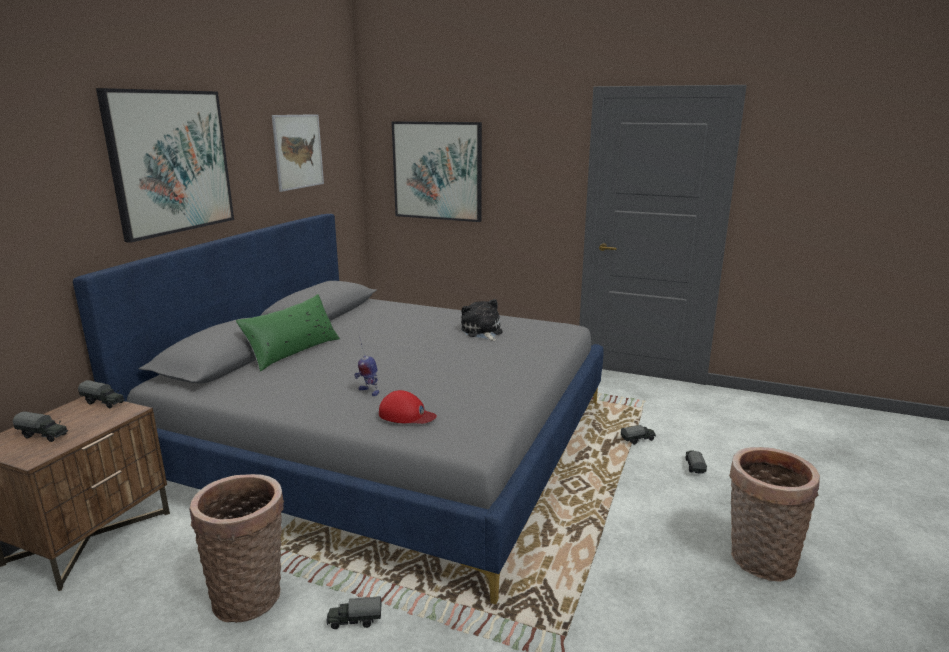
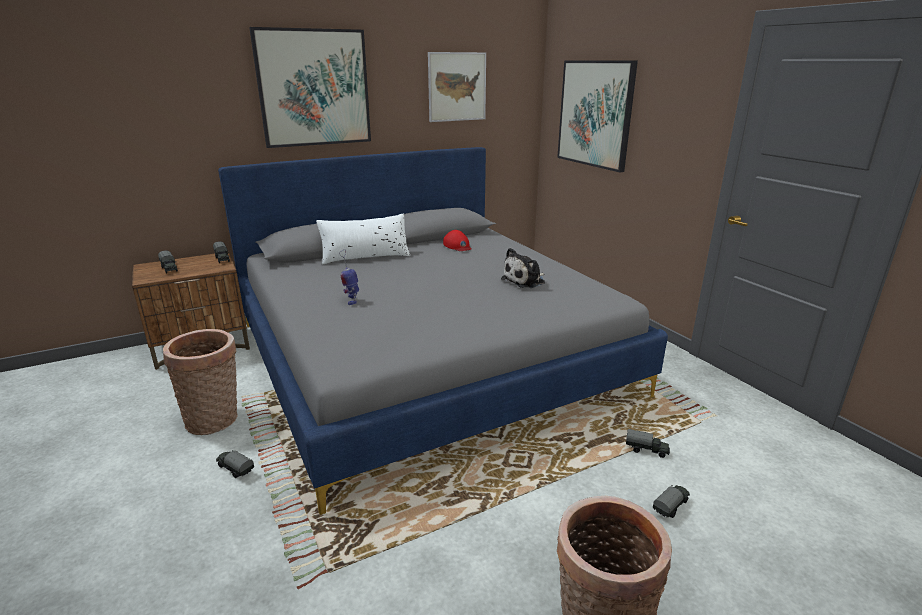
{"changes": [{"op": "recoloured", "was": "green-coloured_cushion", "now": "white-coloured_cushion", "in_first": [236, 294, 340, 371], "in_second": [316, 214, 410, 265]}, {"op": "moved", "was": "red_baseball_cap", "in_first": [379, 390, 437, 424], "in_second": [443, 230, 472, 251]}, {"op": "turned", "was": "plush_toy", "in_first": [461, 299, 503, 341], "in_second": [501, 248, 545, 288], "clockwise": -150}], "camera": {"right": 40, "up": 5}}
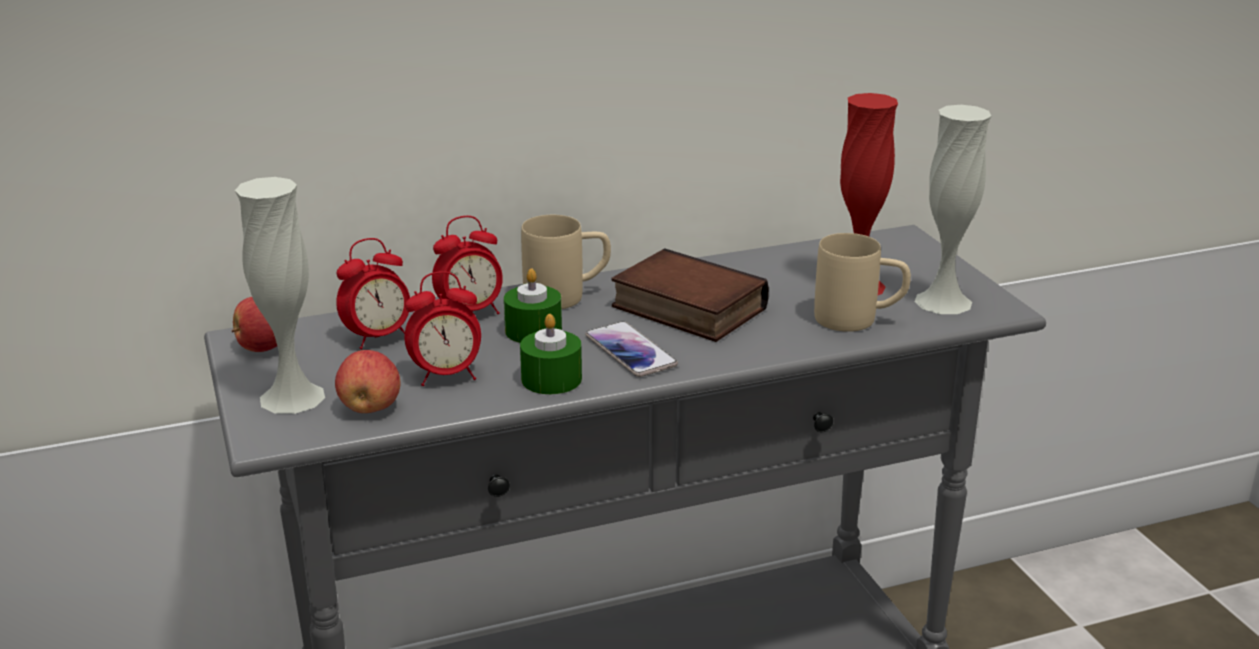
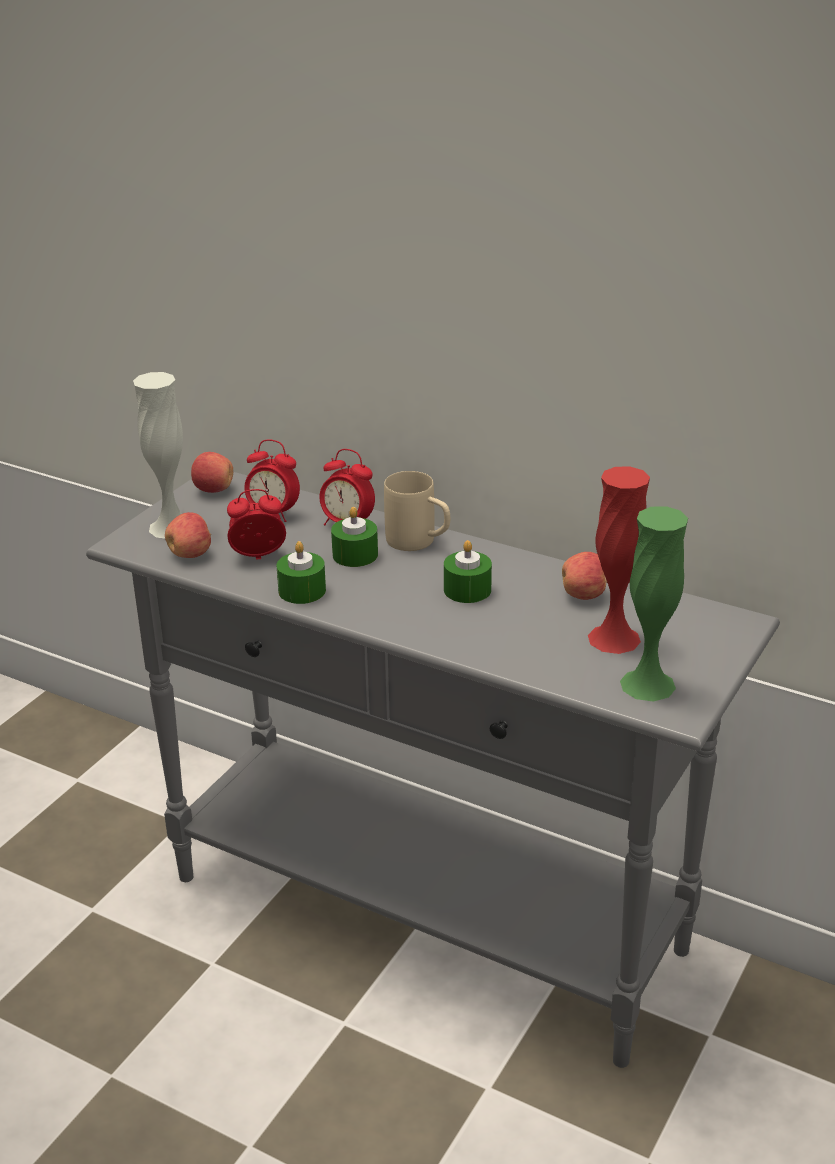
{"changes": [{"op": "turned", "was": "table_clock", "in_first": [404, 271, 481, 386], "in_second": [227, 489, 286, 560], "clockwise": 135}, {"op": "removed", "was": "telephone", "in_first": [585, 321, 678, 377]}, {"op": "replaced", "was": "bound_book", "now": "green-coloured_wax_candle", "in_first": [611, 248, 769, 342], "in_second": [444, 540, 492, 603]}, {"op": "removed", "was": "beige-coloured_coffee_mug", "in_first": [814, 233, 911, 332]}, {"op": "recoloured", "was": "white-coloured_decorative_vase", "now": "green-coloured_decorative_vase", "in_first": [914, 105, 991, 314], "in_second": [620, 506, 688, 702]}, {"op": "added", "now": "apple_fruit", "in_second": [562, 552, 607, 600]}], "camera": {"right": 50, "up": 5}}
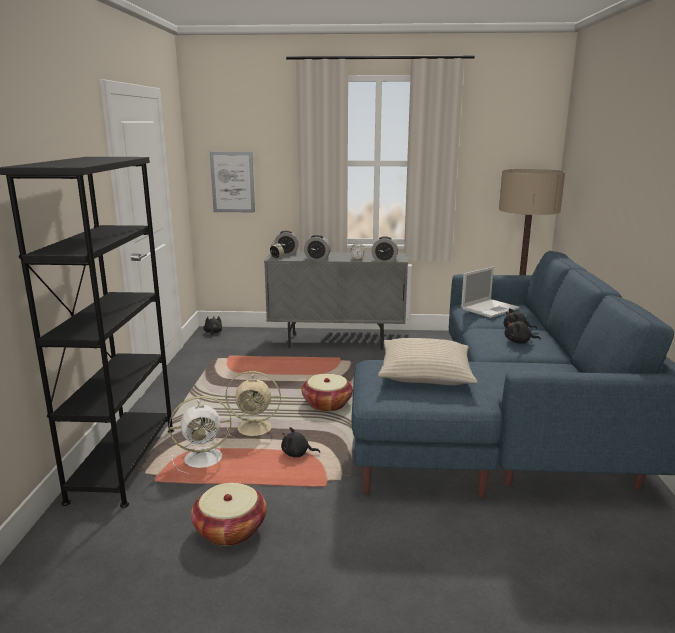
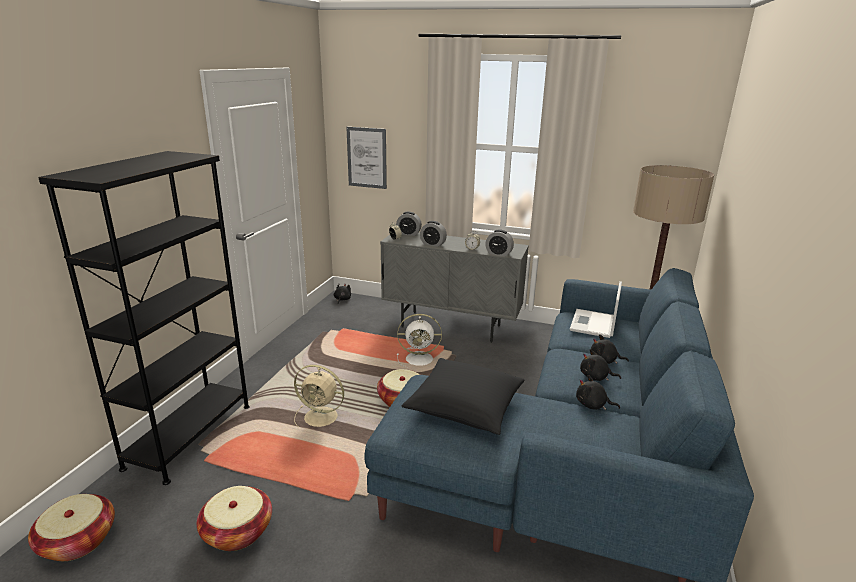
{"changes": [{"op": "moved", "was": "white-coloured_fan", "in_first": [169, 396, 232, 473], "in_second": [397, 314, 442, 368]}, {"op": "moved", "was": "black_plush_toy", "in_first": [281, 427, 320, 457], "in_second": [576, 375, 620, 410]}, {"op": "recoloured", "was": "beige-coloured_cushion", "now": "black_cushion", "in_first": [378, 338, 477, 385], "in_second": [402, 358, 525, 435]}, {"op": "turned", "was": "notebook_computer", "in_first": [461, 267, 520, 318], "in_second": [570, 281, 622, 338], "clockwise": 135}, {"op": "added", "now": "storage_basket", "in_second": [28, 494, 115, 561]}], "camera": {"right": 15, "up": 5}}
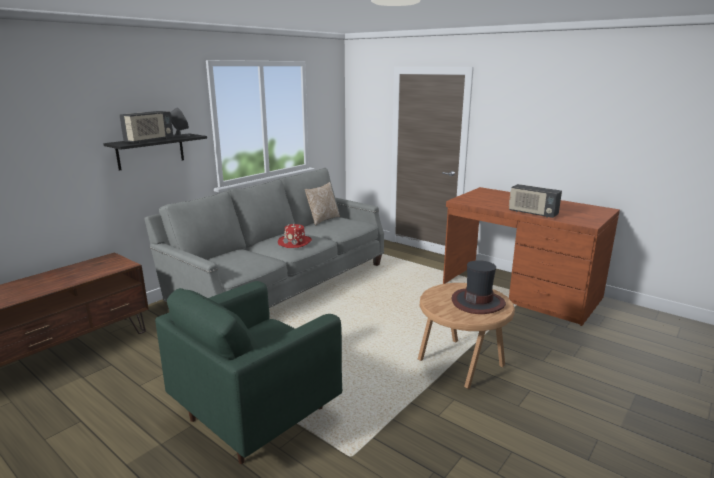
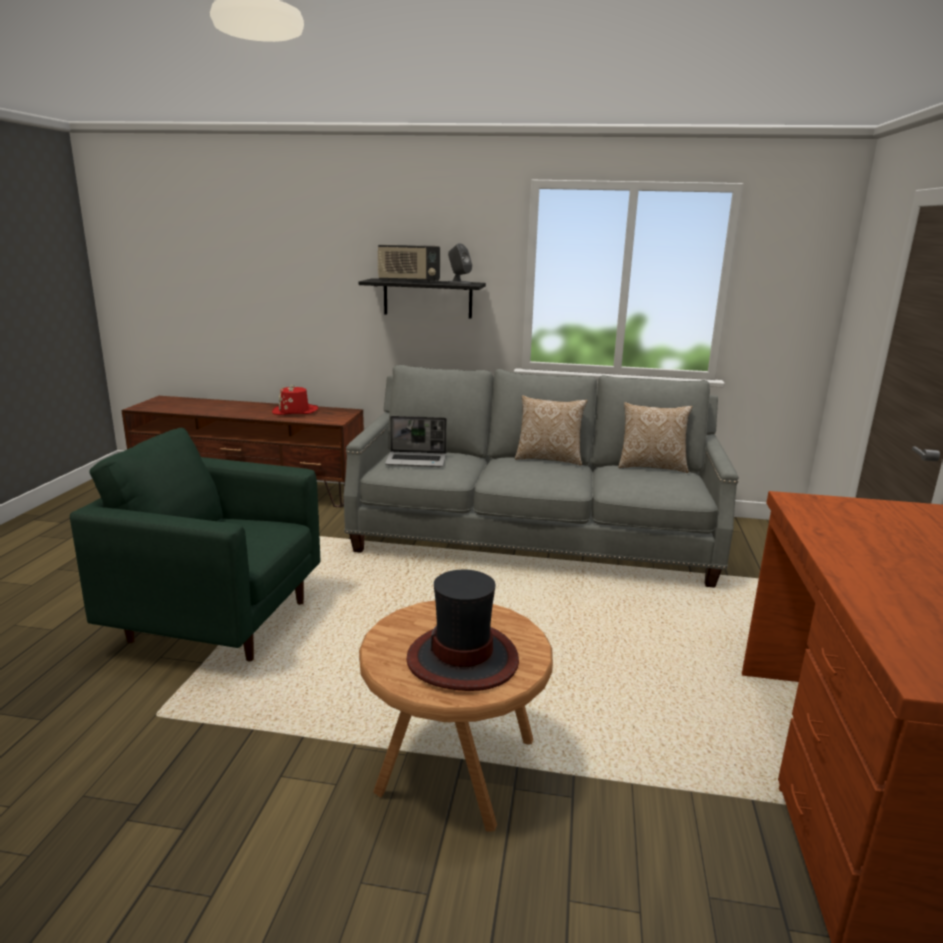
{"changes": [{"op": "moved", "was": "red_hat", "in_first": [278, 223, 312, 248], "in_second": [272, 385, 318, 415]}, {"op": "removed", "was": "radio_set", "in_first": [509, 184, 562, 218]}, {"op": "added", "now": "notebook_computer", "in_second": [385, 416, 447, 467]}, {"op": "added", "now": "cushion", "in_second": [515, 395, 588, 466]}], "camera": {"right": 60, "up": 0}}
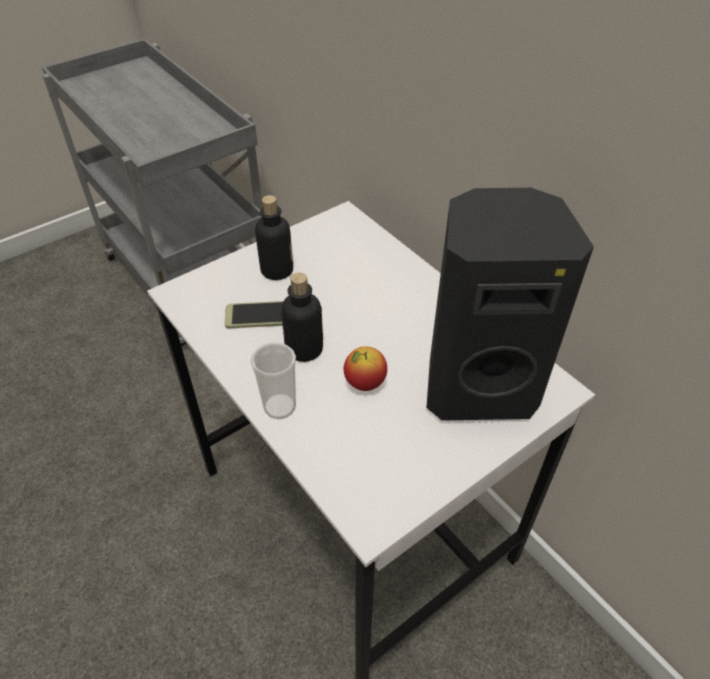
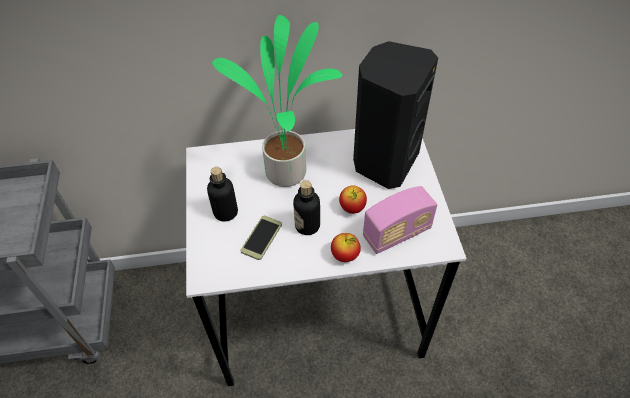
{"changes": [{"op": "replaced", "was": "cup", "now": "apple_fruit", "in_first": [251, 342, 296, 419], "in_second": [331, 233, 361, 262]}, {"op": "added", "now": "potted_plant", "in_second": [212, 15, 343, 187]}, {"op": "added", "now": "radio_set", "in_second": [363, 186, 437, 254]}], "camera": {"right": -60, "up": 5}}
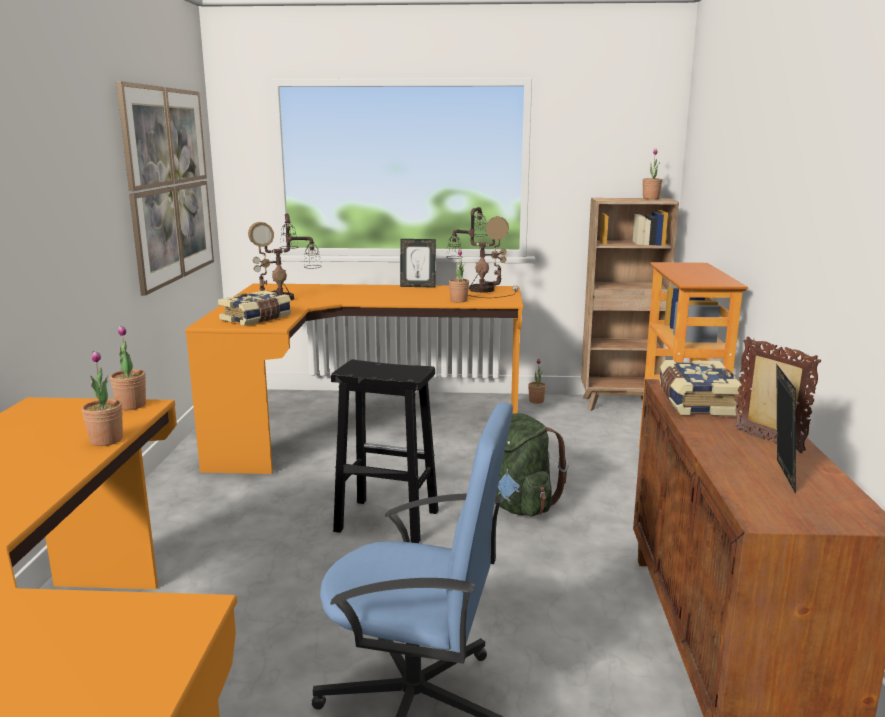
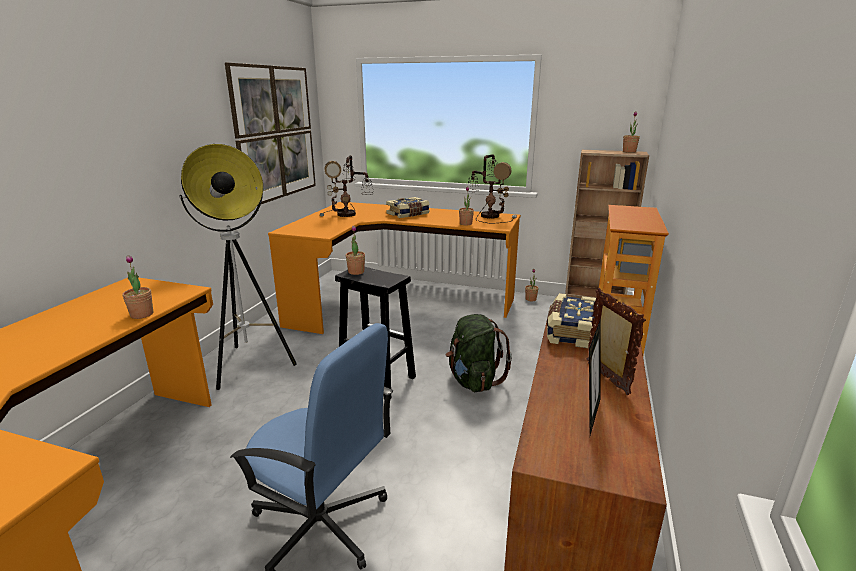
{"changes": [{"op": "moved", "was": "potted_plant", "in_first": [110, 325, 146, 410], "in_second": [346, 225, 365, 275]}, {"op": "moved", "was": "bound_book", "in_first": [218, 290, 292, 326], "in_second": [386, 197, 430, 218]}, {"op": "removed", "was": "picture_frame", "in_first": [400, 239, 436, 288]}, {"op": "added", "now": "standing_lamp", "in_second": [180, 144, 297, 390]}], "camera": {"right": 15, "up": 5}}
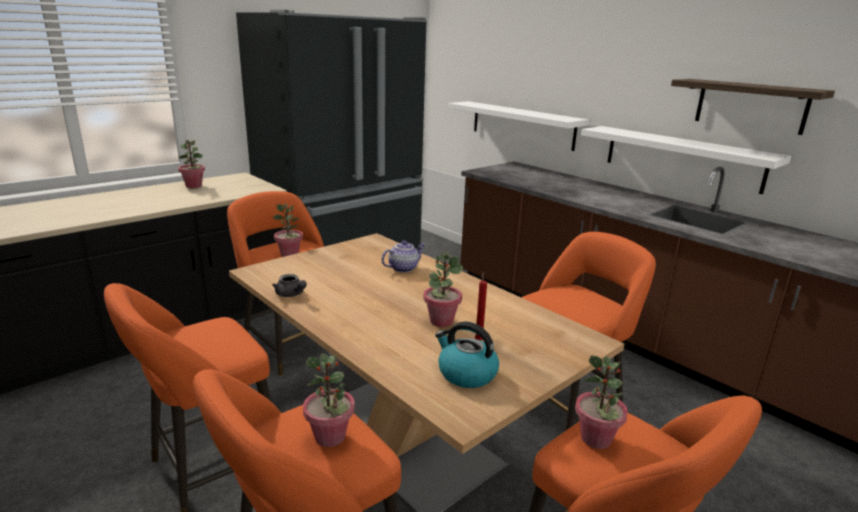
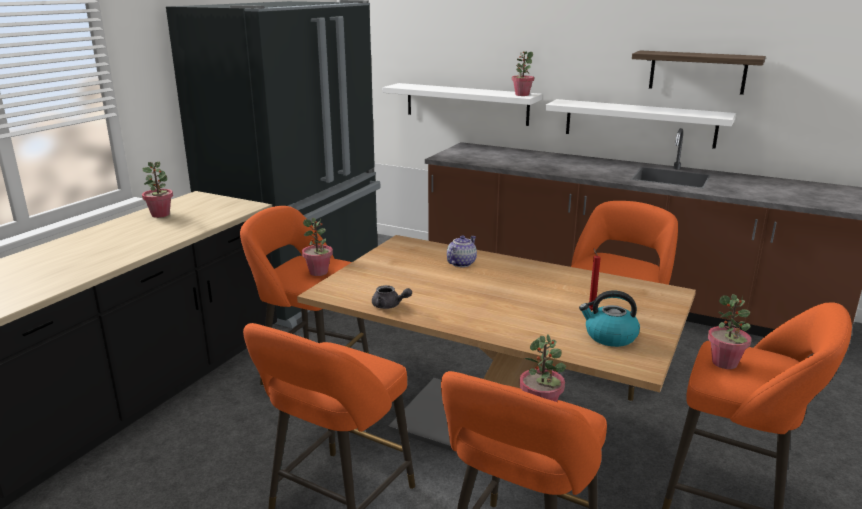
{"changes": [{"op": "moved", "was": "potted_plant", "in_first": [423, 252, 463, 327], "in_second": [512, 51, 534, 96]}], "camera": {"right": -20, "up": 0}}
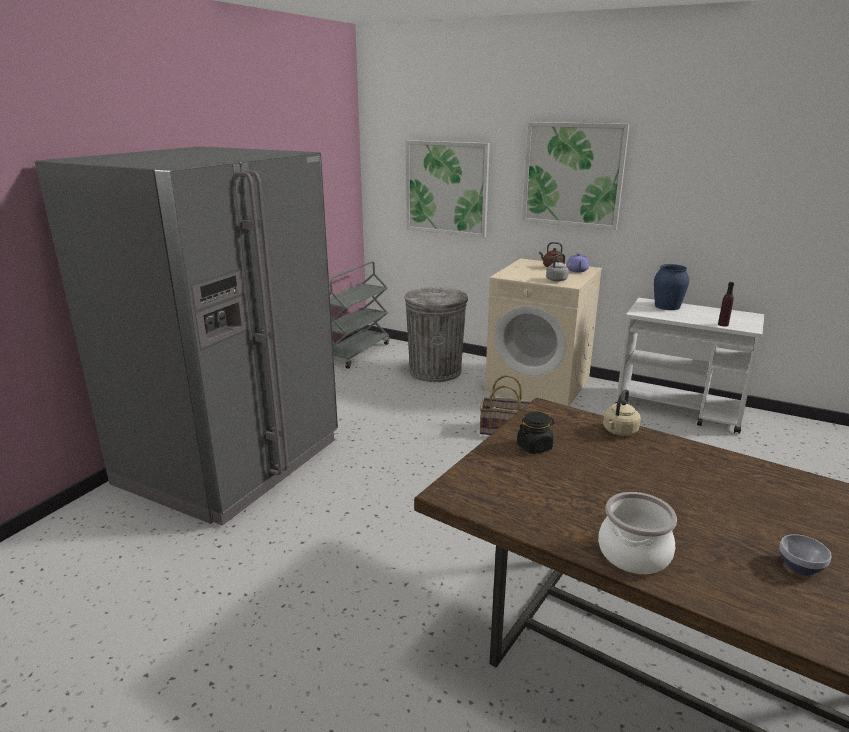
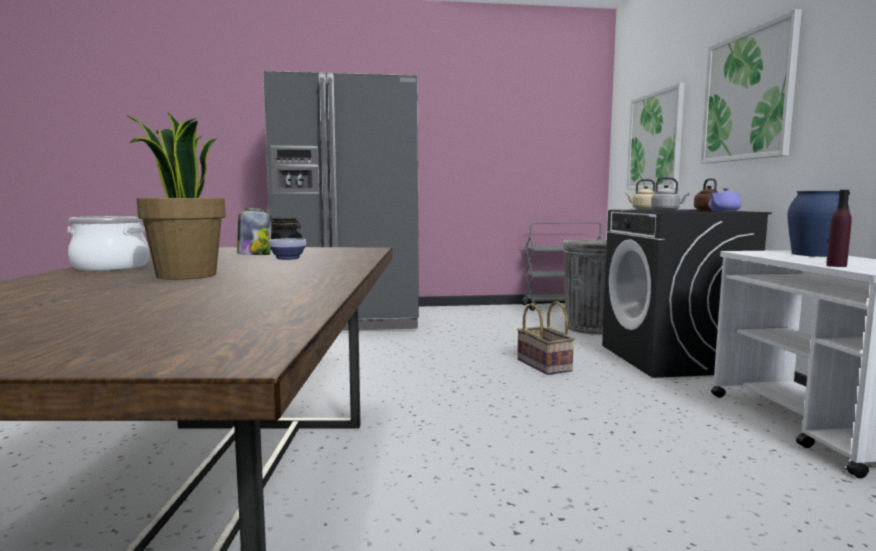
{"changes": [{"op": "recoloured", "was": "beige-coloured_laundry_appliance", "now": "black_laundry_appliance", "in_first": [485, 258, 602, 406], "in_second": [602, 210, 772, 378]}, {"op": "moved", "was": "beige-coloured_water_kettle", "in_first": [603, 389, 641, 436], "in_second": [626, 179, 655, 210]}, {"op": "moved", "was": "bowl", "in_first": [779, 534, 831, 576], "in_second": [268, 238, 306, 260]}, {"op": "added", "now": "potted_plant", "in_second": [126, 111, 226, 280]}, {"op": "added", "now": "storage_jar", "in_second": [237, 208, 271, 255]}], "camera": {"right": 55, "up": -15}}
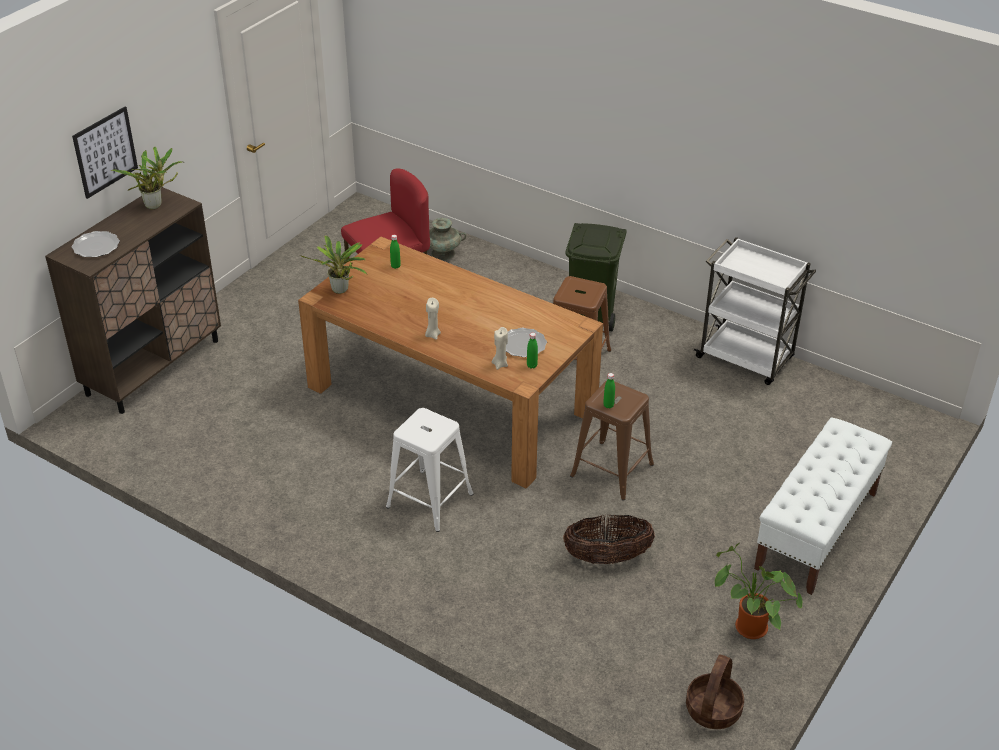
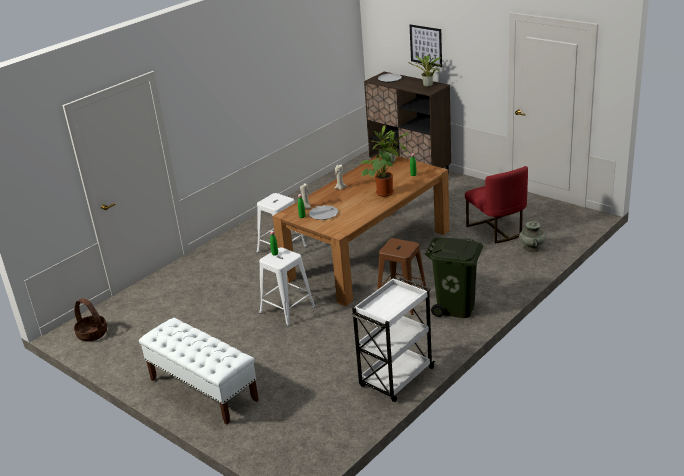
{"changes": [{"op": "removed", "was": "storage_basket", "in_first": [563, 515, 655, 564]}, {"op": "recoloured", "was": "brown_stool", "now": "white-coloured_stool", "in_first": [570, 381, 654, 501], "in_second": [259, 247, 316, 326]}, {"op": "moved", "was": "potted_plant", "in_first": [715, 543, 802, 639], "in_second": [361, 141, 407, 197]}], "camera": {"right": 100, "up": -10}}
